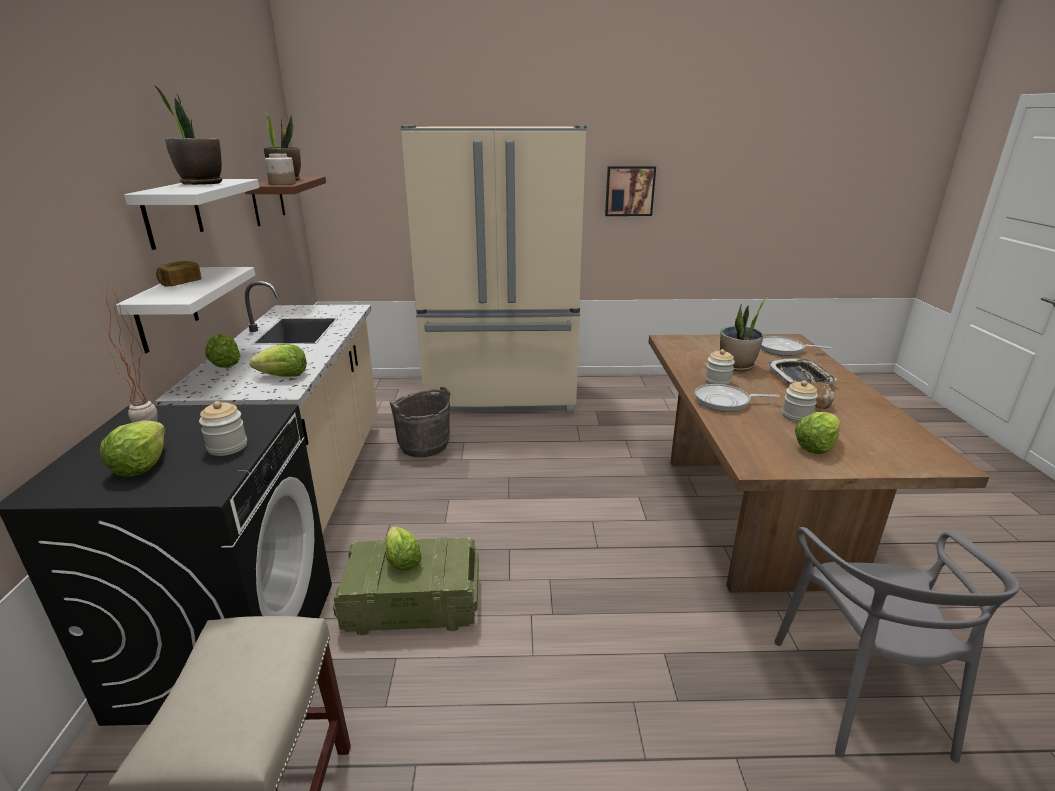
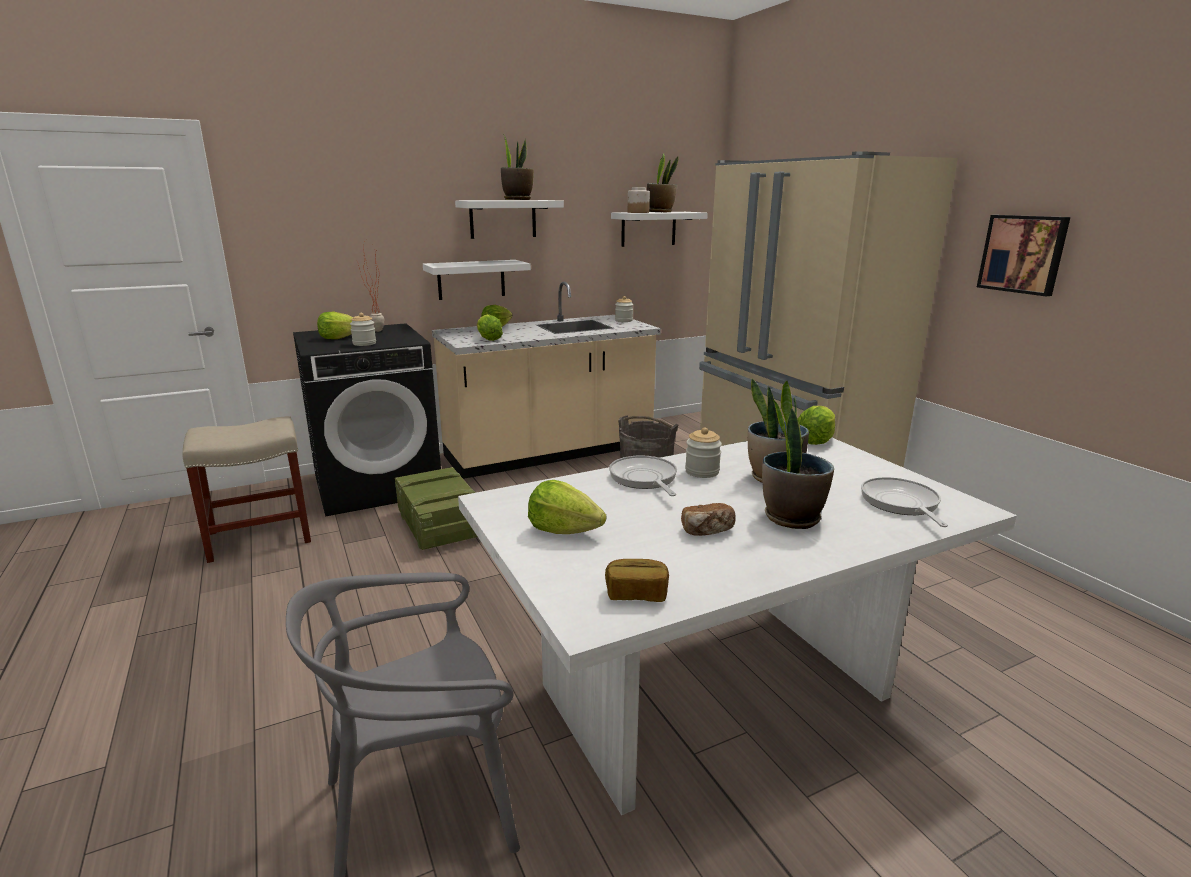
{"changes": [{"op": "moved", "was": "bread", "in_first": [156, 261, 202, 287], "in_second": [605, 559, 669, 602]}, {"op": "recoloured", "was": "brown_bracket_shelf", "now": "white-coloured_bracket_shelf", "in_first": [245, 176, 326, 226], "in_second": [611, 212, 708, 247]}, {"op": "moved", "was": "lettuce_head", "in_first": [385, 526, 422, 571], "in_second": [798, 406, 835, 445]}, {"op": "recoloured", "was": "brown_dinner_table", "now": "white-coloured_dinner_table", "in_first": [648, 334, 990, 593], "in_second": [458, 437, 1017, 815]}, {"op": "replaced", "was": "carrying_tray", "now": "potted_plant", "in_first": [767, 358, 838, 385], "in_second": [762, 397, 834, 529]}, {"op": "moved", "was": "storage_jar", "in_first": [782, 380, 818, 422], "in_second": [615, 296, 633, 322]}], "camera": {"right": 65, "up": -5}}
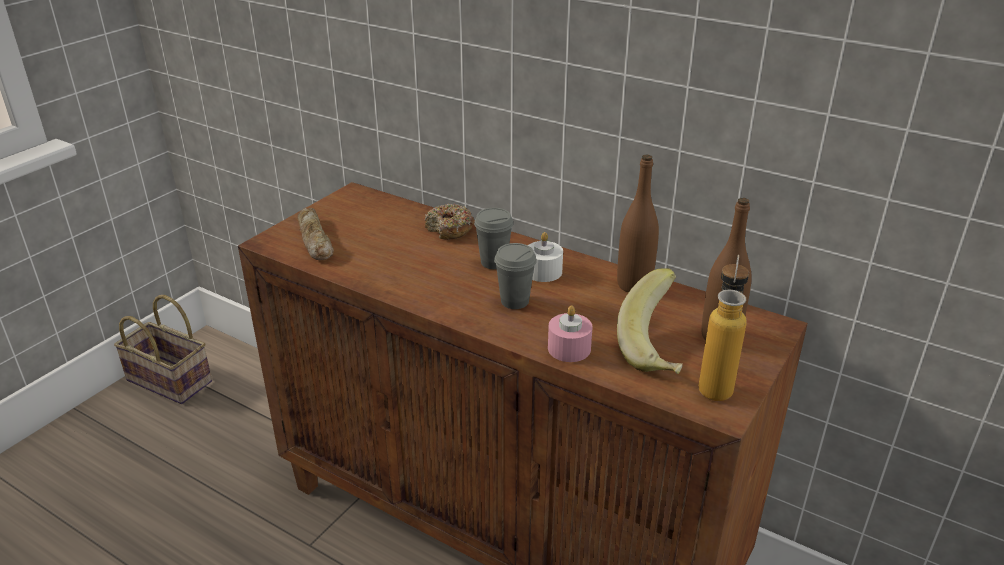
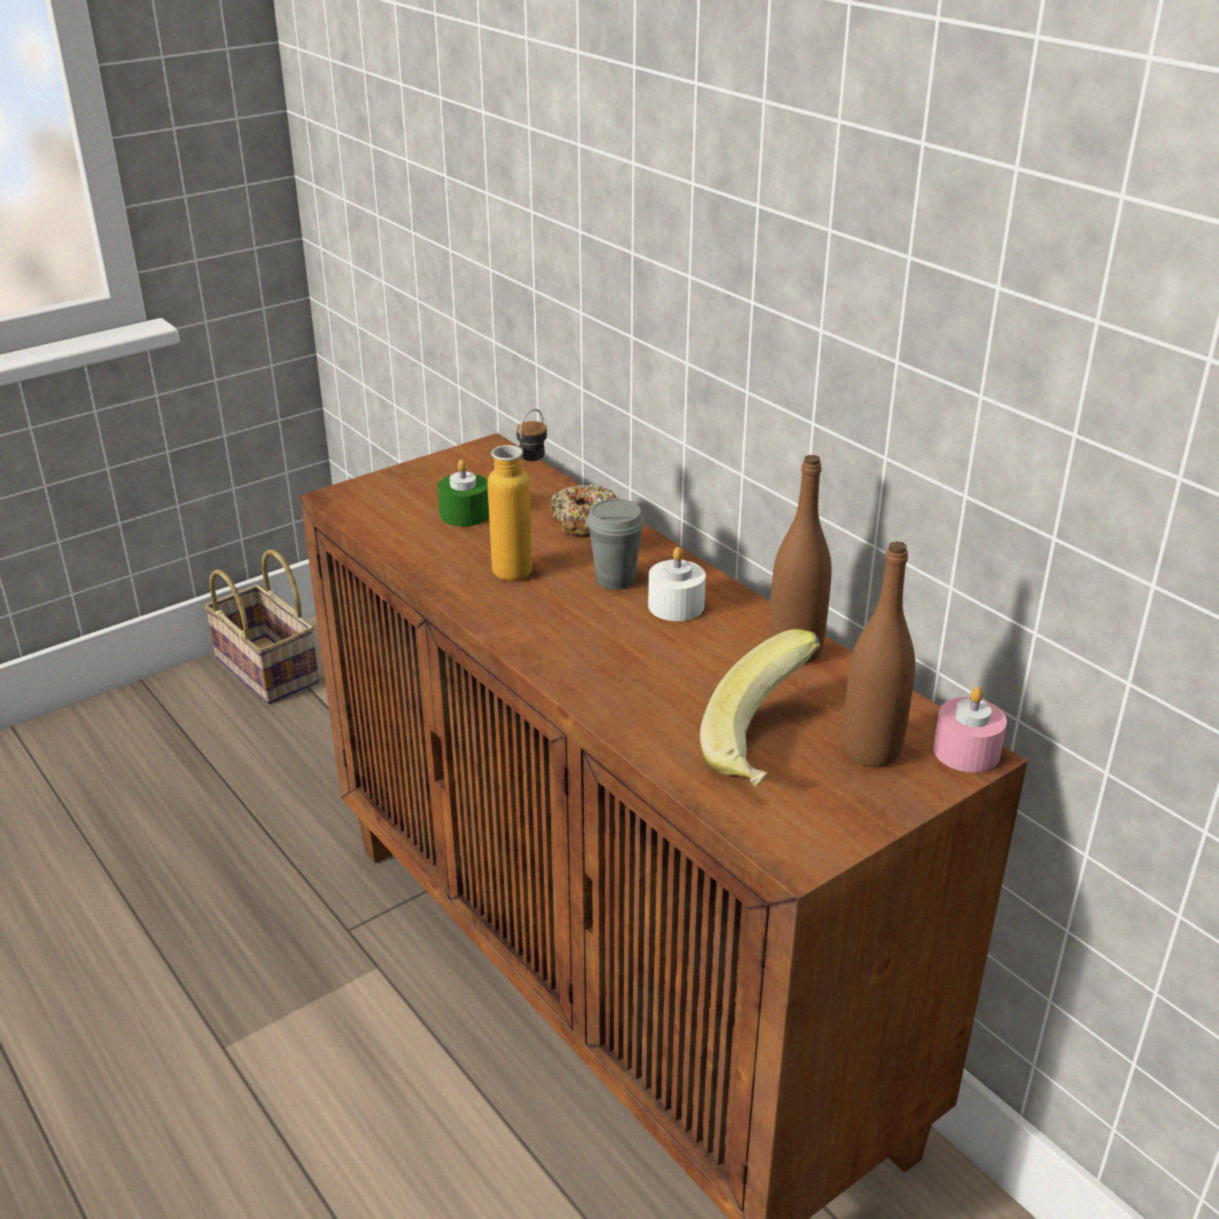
{"changes": [{"op": "removed", "was": "bread", "in_first": [297, 208, 334, 260]}, {"op": "removed", "was": "gray_cup", "in_first": [494, 243, 537, 309]}, {"op": "moved", "was": "pink_wax_candle", "in_first": [548, 305, 592, 362], "in_second": [933, 687, 1007, 773]}, {"op": "moved", "was": "drink_bottle", "in_first": [698, 255, 749, 401], "in_second": [487, 409, 547, 581]}, {"op": "added", "now": "green-coloured_wax_candle", "in_second": [438, 459, 489, 527]}], "camera": {"right": 20, "up": 0}}
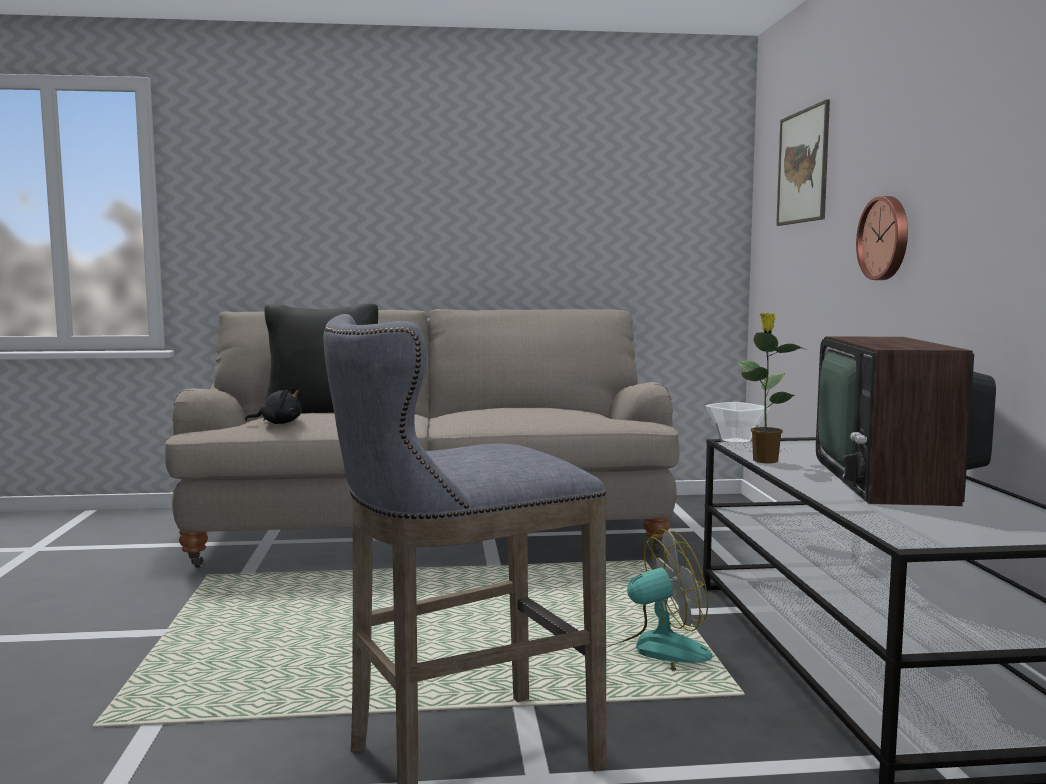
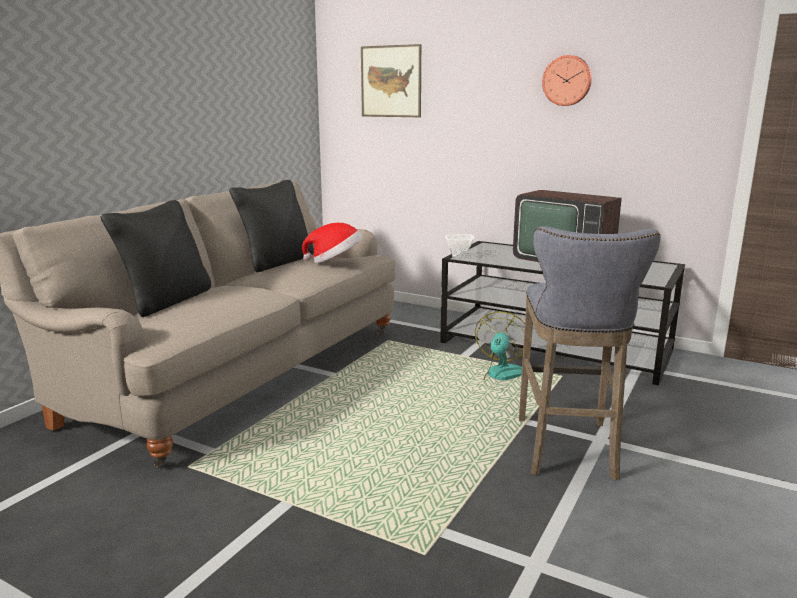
{"changes": [{"op": "removed", "was": "black_plush_toy", "in_first": [245, 387, 302, 424]}, {"op": "removed", "was": "potted_plant", "in_first": [737, 313, 807, 463]}, {"op": "moved", "was": "wall_clock", "in_first": [856, 196, 908, 280], "in_second": [542, 55, 592, 106]}, {"op": "added", "now": "black_cushion", "in_second": [229, 180, 314, 272]}, {"op": "added", "now": "hat", "in_second": [302, 223, 363, 263]}], "camera": {"right": -55, "up": 10}}
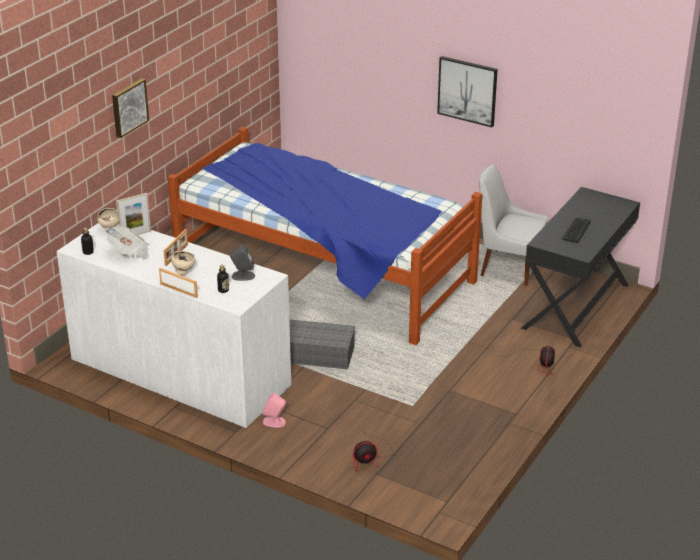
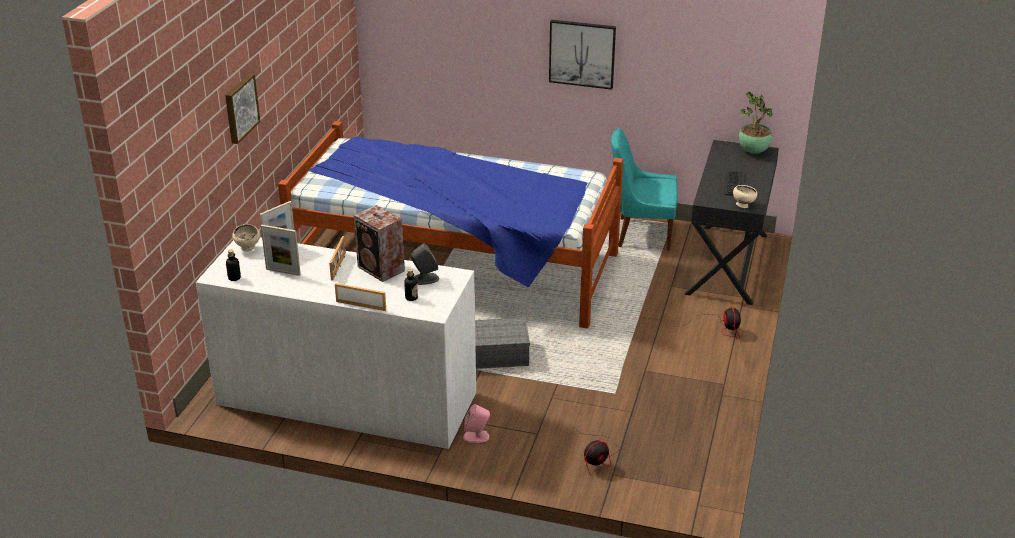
{"changes": [{"op": "replaced", "was": "daily_paper", "now": "picture_frame", "in_first": [105, 226, 149, 259], "in_second": [261, 225, 301, 276]}, {"op": "moved", "was": "beige-coloured_bowl", "in_first": [171, 251, 195, 275], "in_second": [733, 185, 757, 208]}, {"op": "recoloured", "was": "white-coloured_upright_chair", "now": "turquoise_upright_chair", "in_first": [479, 164, 548, 286], "in_second": [611, 128, 678, 251]}, {"op": "added", "now": "audio_speaker", "in_second": [354, 205, 405, 282]}, {"op": "added", "now": "potted_plant", "in_second": [739, 92, 773, 154]}], "camera": {"right": -15, "up": 0}}
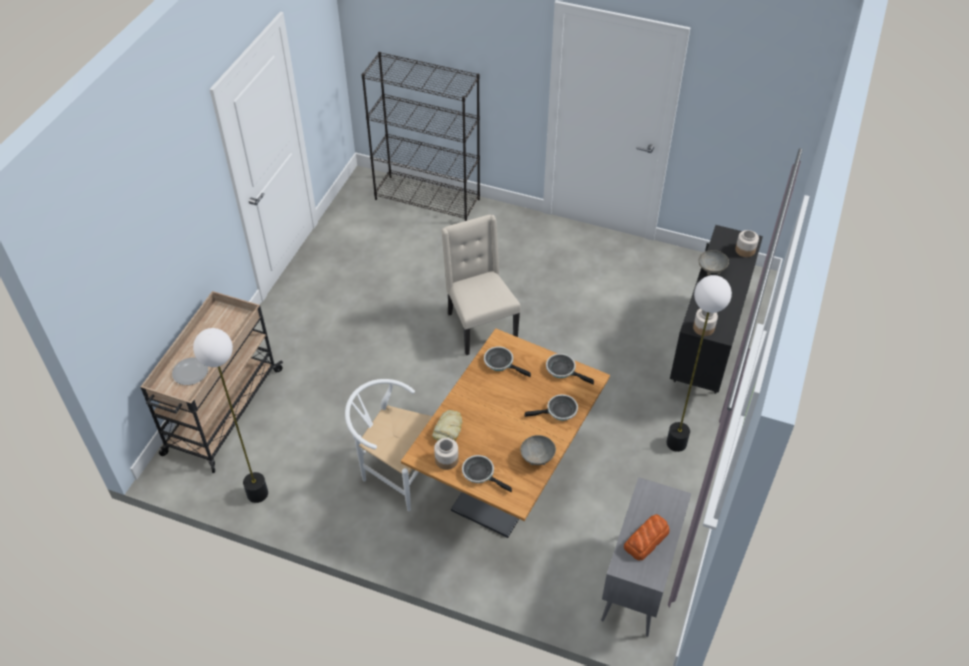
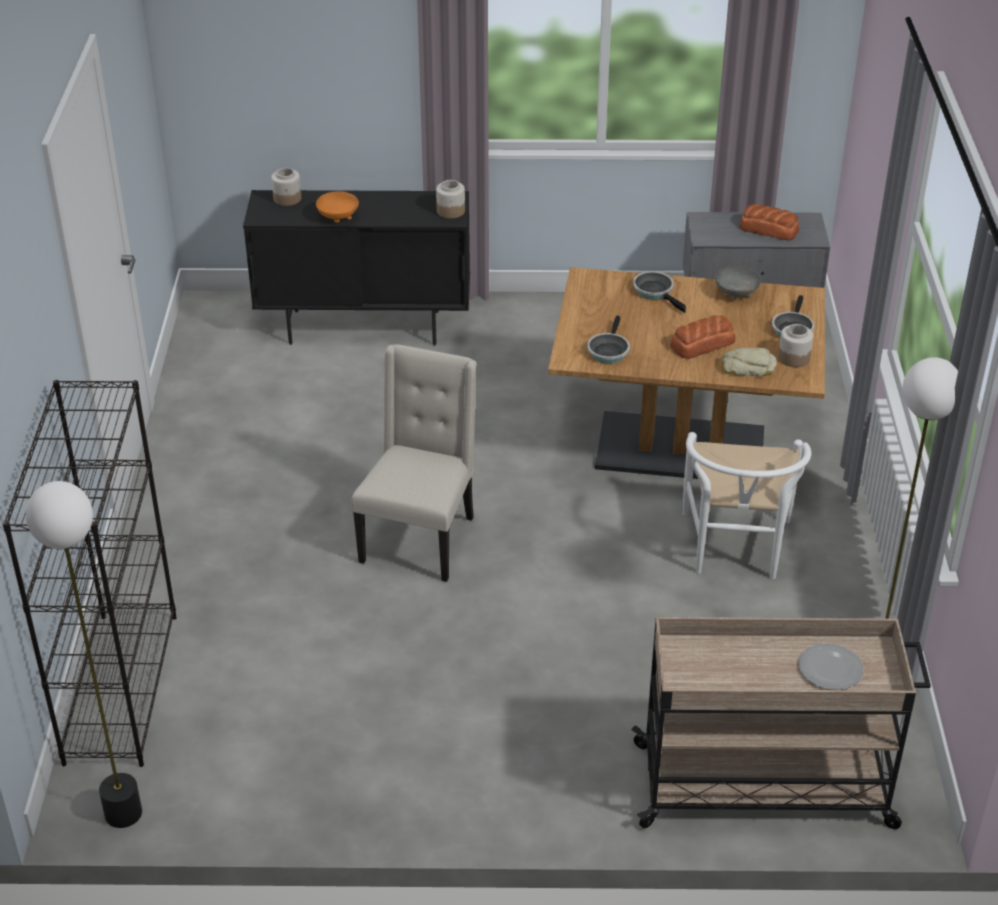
{"changes": [{"op": "turned", "was": "beige-coloured_upright_chair", "in_first": [441, 215, 521, 355], "in_second": [352, 344, 477, 582], "clockwise": 150}, {"op": "removed", "was": "pan", "in_first": [546, 353, 594, 384]}, {"op": "moved", "was": "standing_lamp", "in_first": [666, 275, 732, 452], "in_second": [26, 481, 142, 828]}, {"op": "recoloured", "was": "gray_bowl", "now": "orangey_bowl", "in_first": [699, 250, 729, 275], "in_second": [316, 191, 359, 223]}, {"op": "added", "now": "bread", "in_second": [670, 315, 735, 359]}], "camera": {"right": -110, "up": -10}}
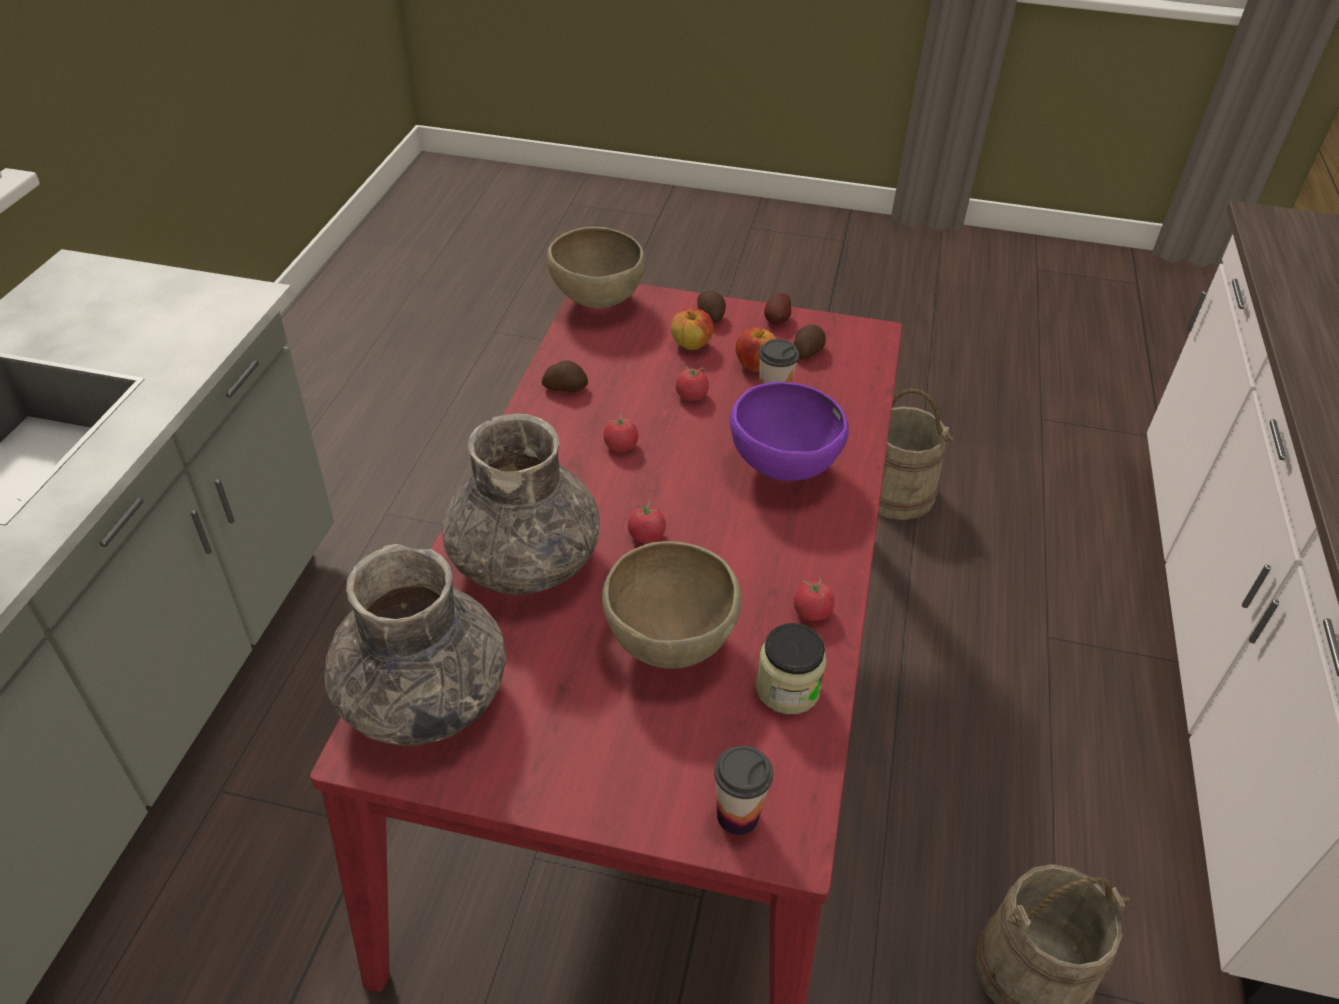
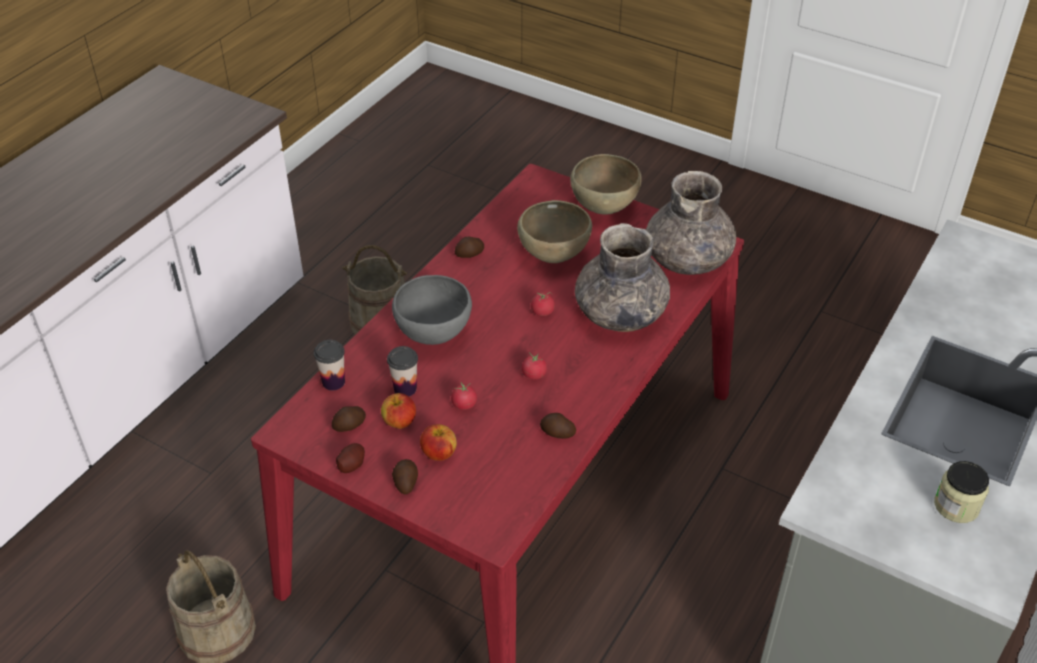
{"changes": [{"op": "moved", "was": "brown_bowl", "in_first": [547, 227, 646, 308], "in_second": [570, 154, 642, 215]}, {"op": "moved", "was": "cup", "in_first": [714, 746, 773, 835], "in_second": [314, 340, 345, 390]}, {"op": "recoloured", "was": "purple_bowl", "now": "gray_bowl", "in_first": [730, 382, 849, 481], "in_second": [392, 275, 472, 345]}, {"op": "moved", "was": "storage_jar", "in_first": [756, 623, 827, 714], "in_second": [934, 461, 989, 523]}, {"op": "replaced", "was": "fresh_tomato", "now": "whole_potato", "in_first": [794, 579, 835, 621], "in_second": [455, 237, 484, 258]}], "camera": {"right": -160, "up": 0}}
